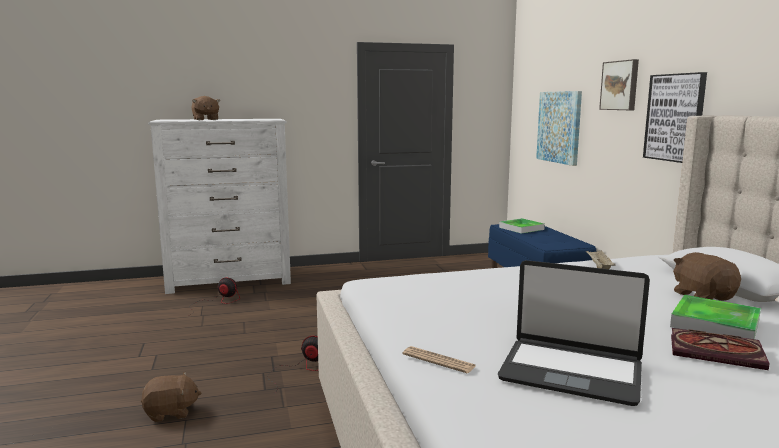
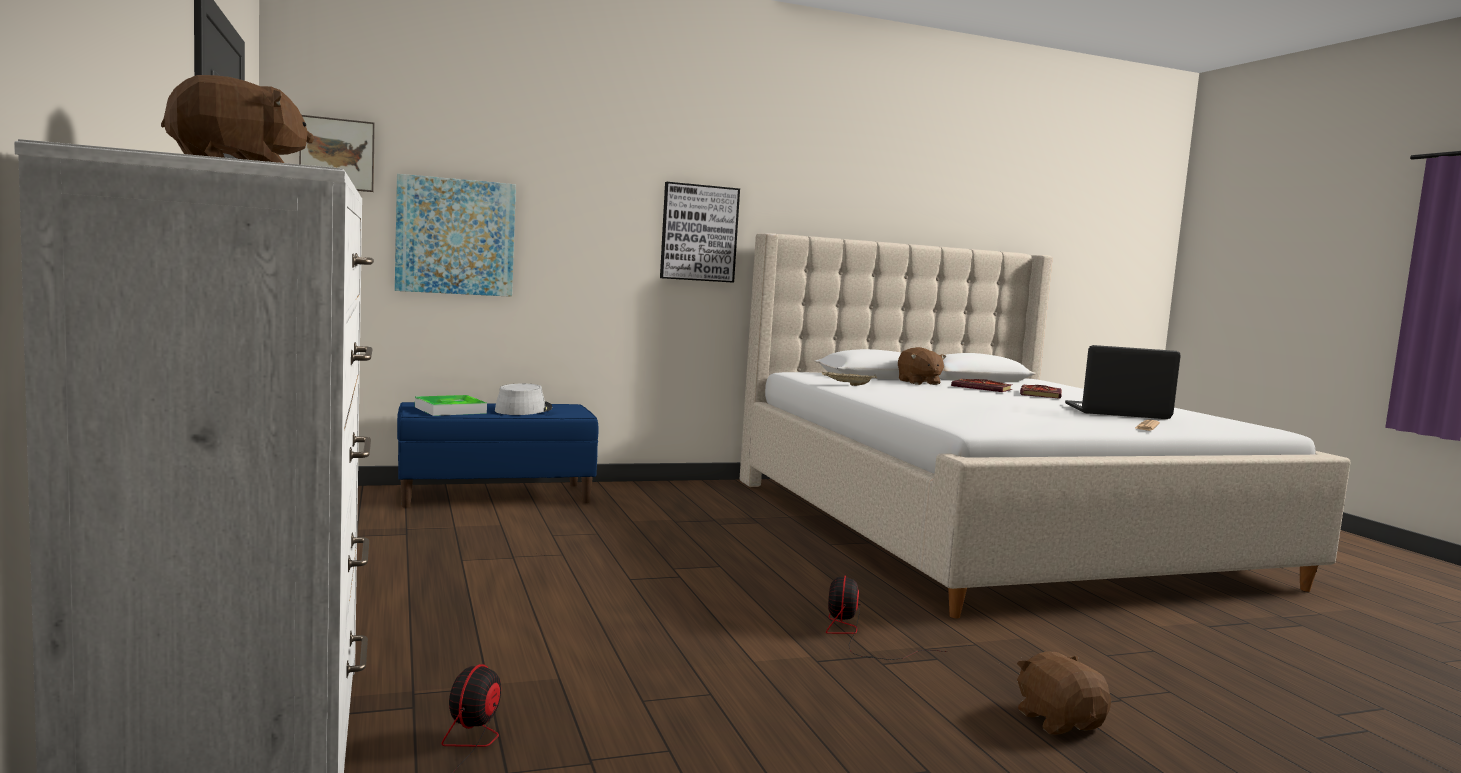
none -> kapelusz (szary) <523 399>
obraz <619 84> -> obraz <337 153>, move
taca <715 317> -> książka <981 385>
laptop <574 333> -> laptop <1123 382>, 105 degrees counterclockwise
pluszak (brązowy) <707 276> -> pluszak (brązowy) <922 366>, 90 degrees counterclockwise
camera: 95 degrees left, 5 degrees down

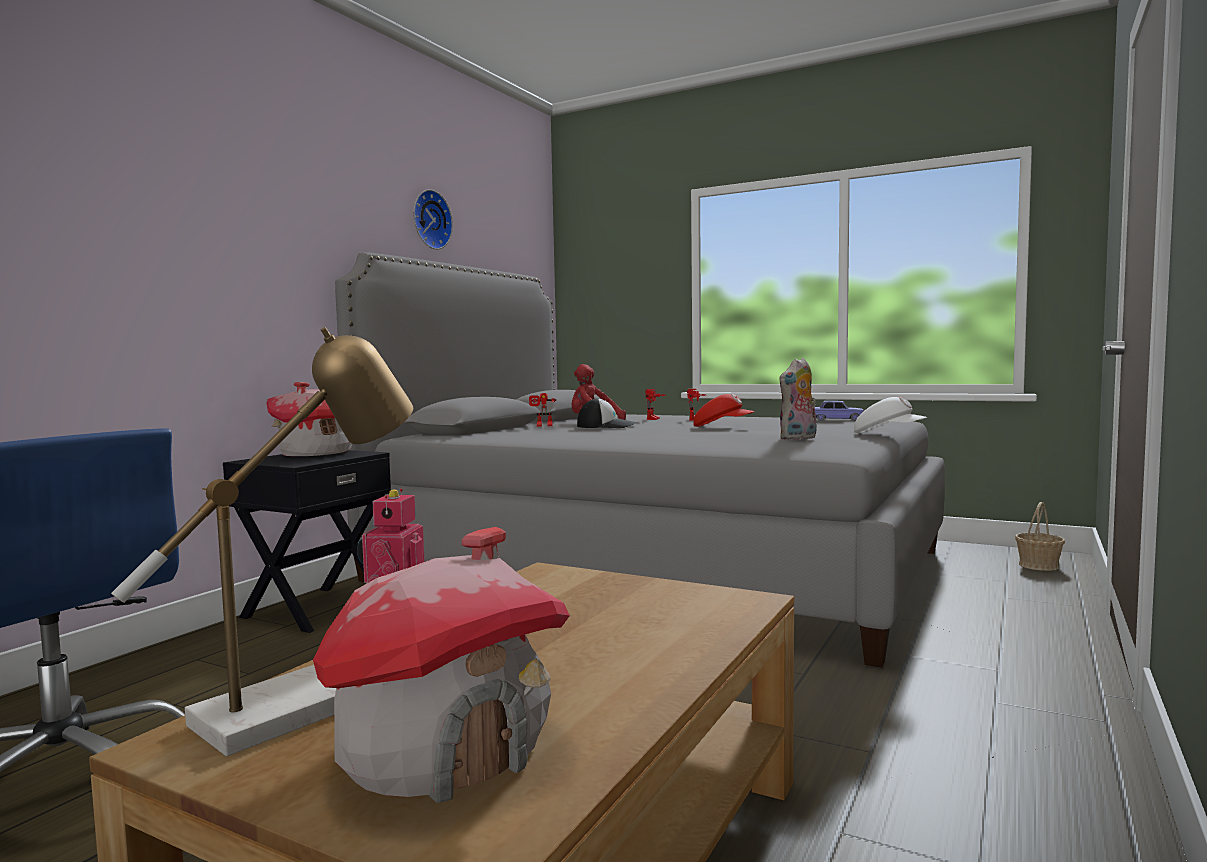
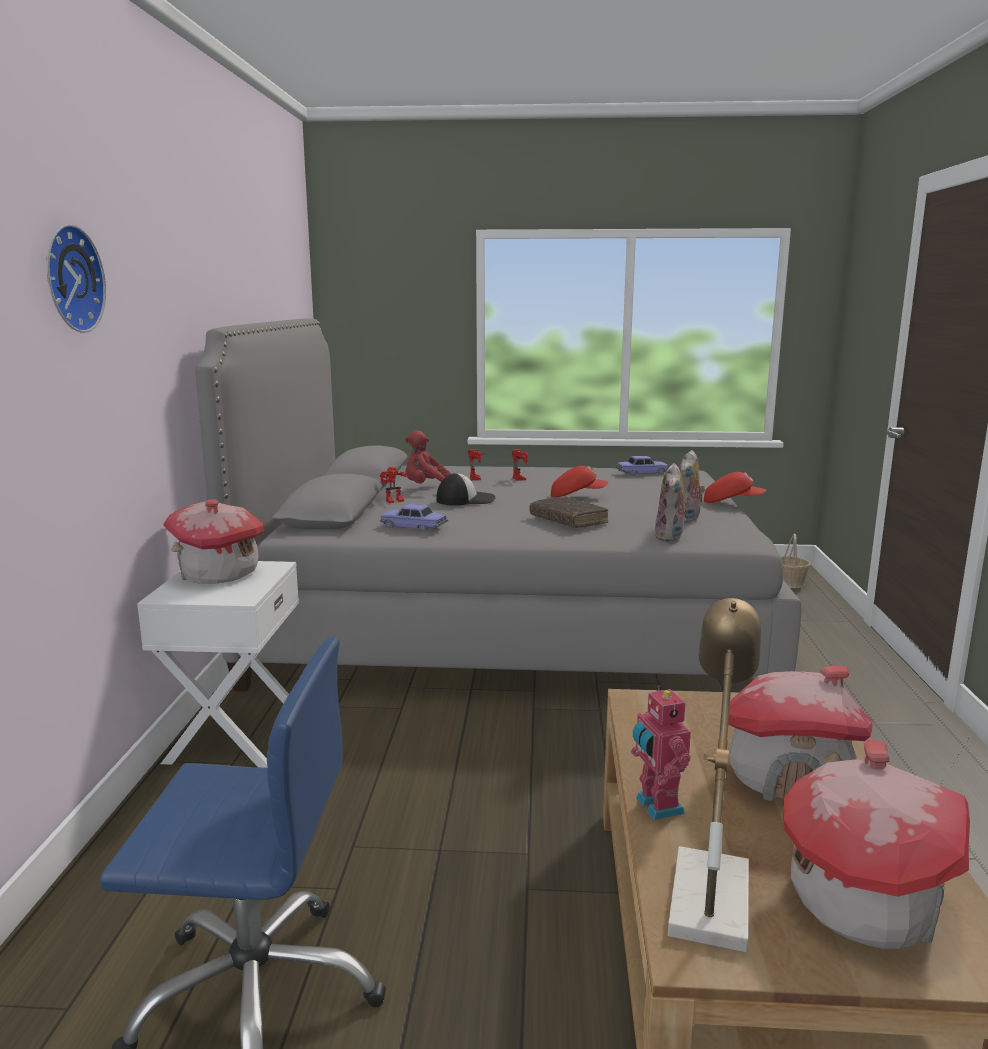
none -> samochodzik <414 518>
none -> książka (brązowy) <568 512>
none -> pluszak <672 502>
none -> domek <800 733>
zegar ścienny <433 219> -> zegar ścienny <76 278>, move
szafka nocna (czarny) <307 541> -> szafka nocna (biały) <218 664>
czapka z daszkiem (biały) <891 415> -> czapka z daszkiem (czerwony) <735 487>
camera: 25 degrees left, 10 degrees up

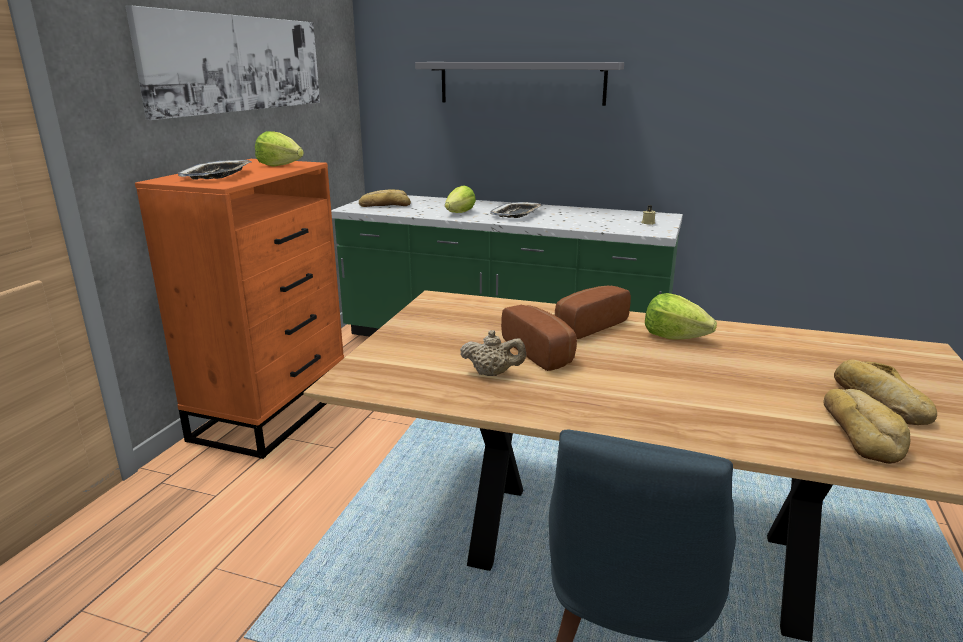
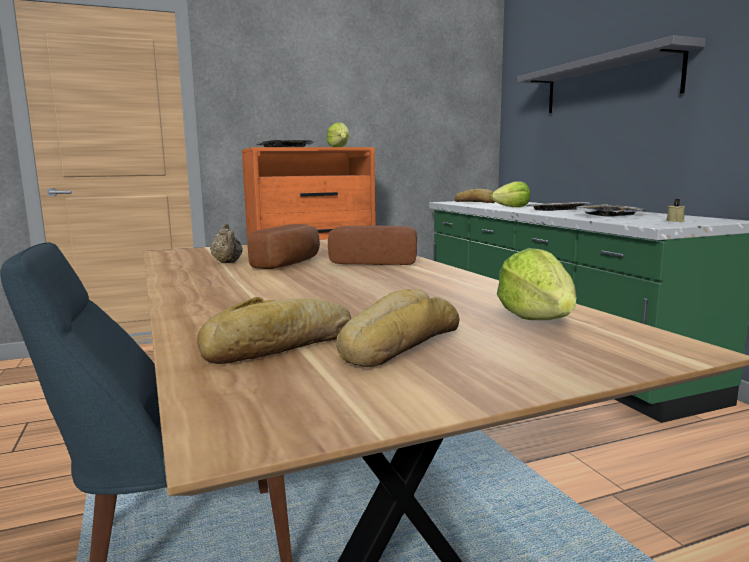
obraz <222 62> -> none
none -> taca <610 210>
sałata <681 316> -> sałata <536 284>, move
camera: 50 degrees right, 10 degrees down

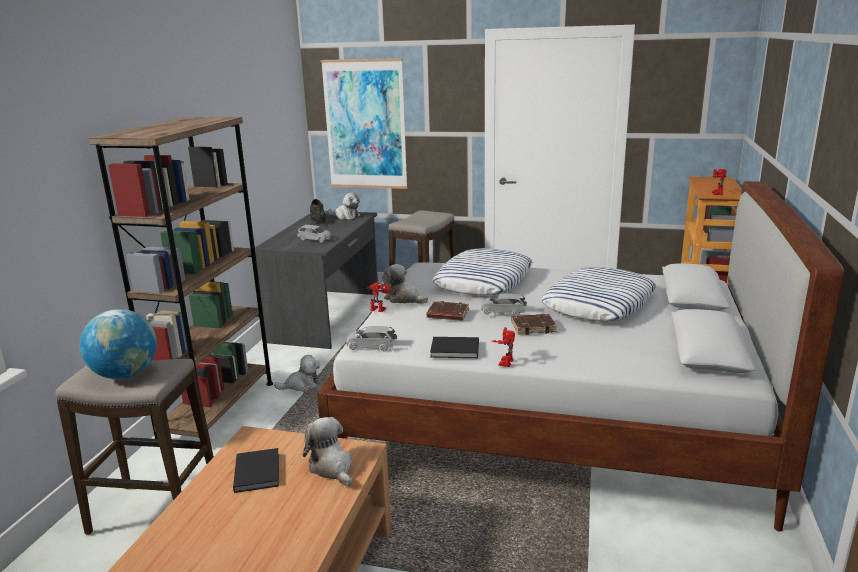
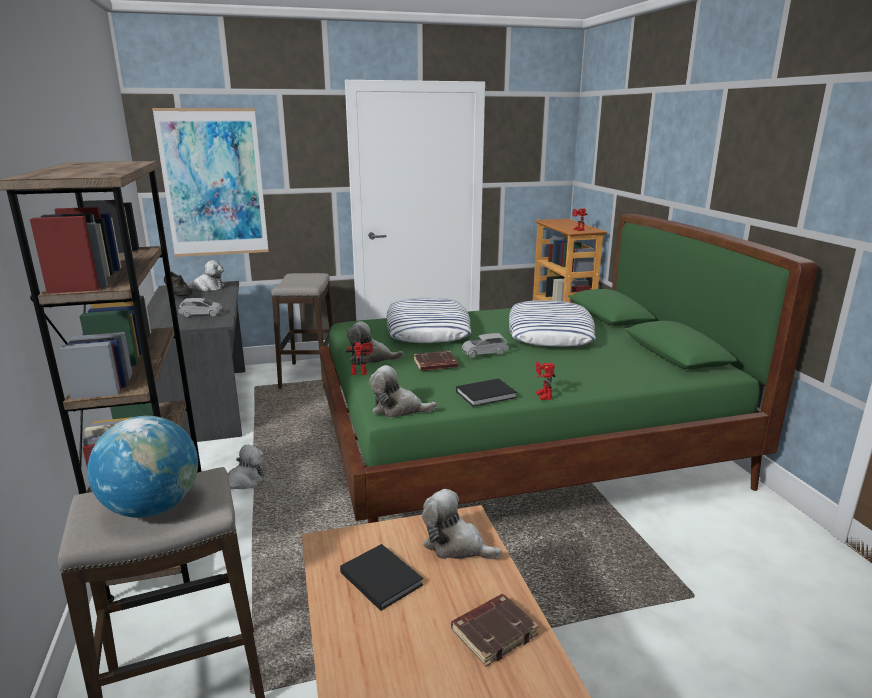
książka (brązowy) <534 324> -> książka (brązowy) <495 630>, move
samochodzik (szary) <371 338> -> pluszak <403 391>
łóżko (biały) <580 356> -> łóżko (zielony) <568 368>
camera: 30 degrees left, 0 degrees up

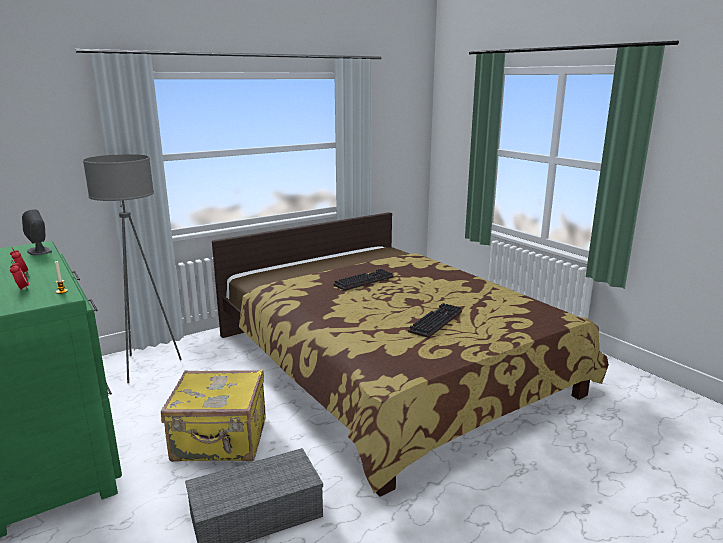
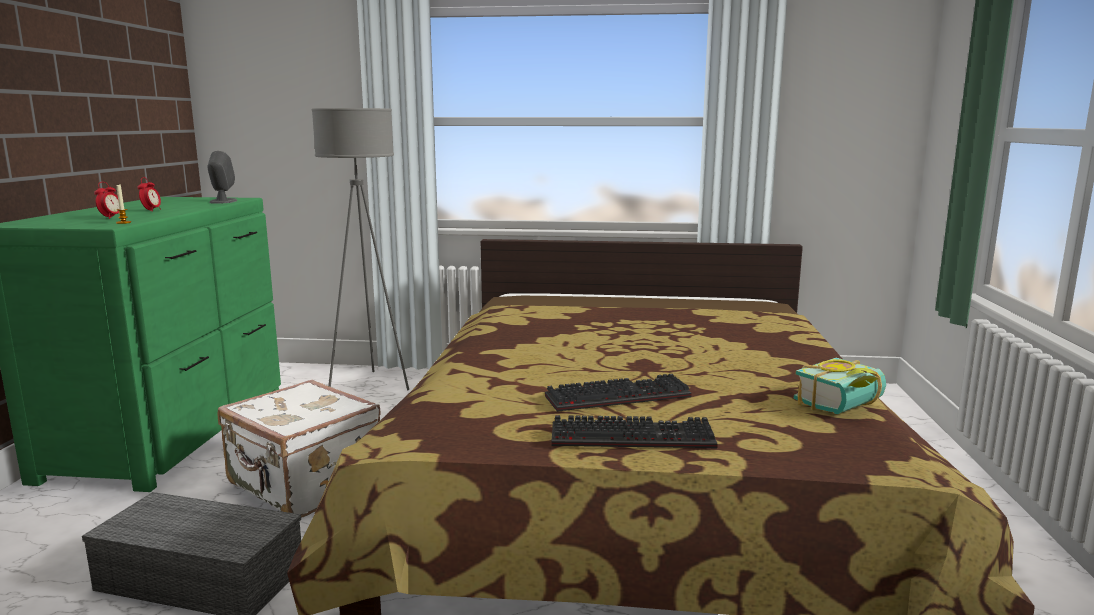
none -> książka <839 386>
klawiatura <363 280> -> klawiatura <635 432>, move
walizka (żółty) <213 416> -> walizka (biały) <299 449>
camera: 40 degrees right, 5 degrees down

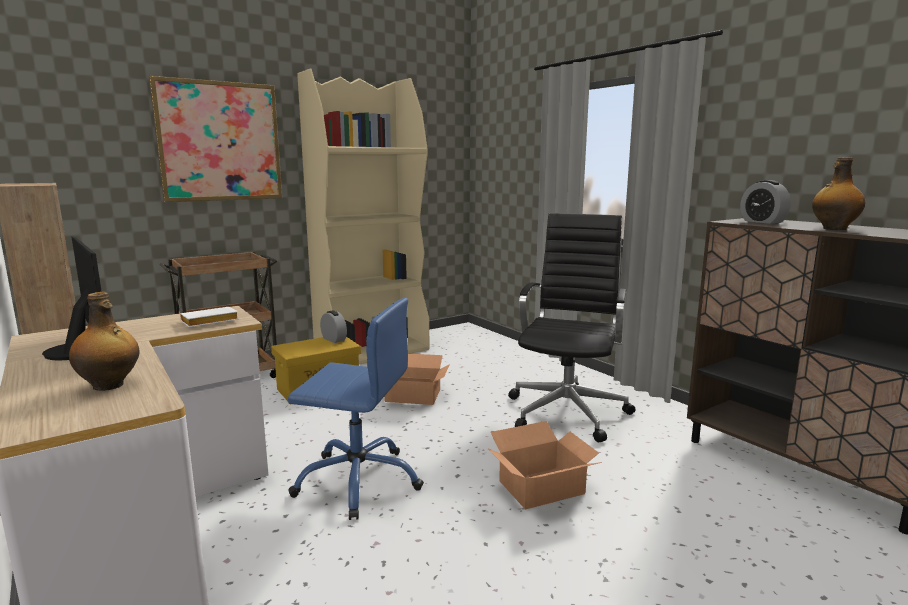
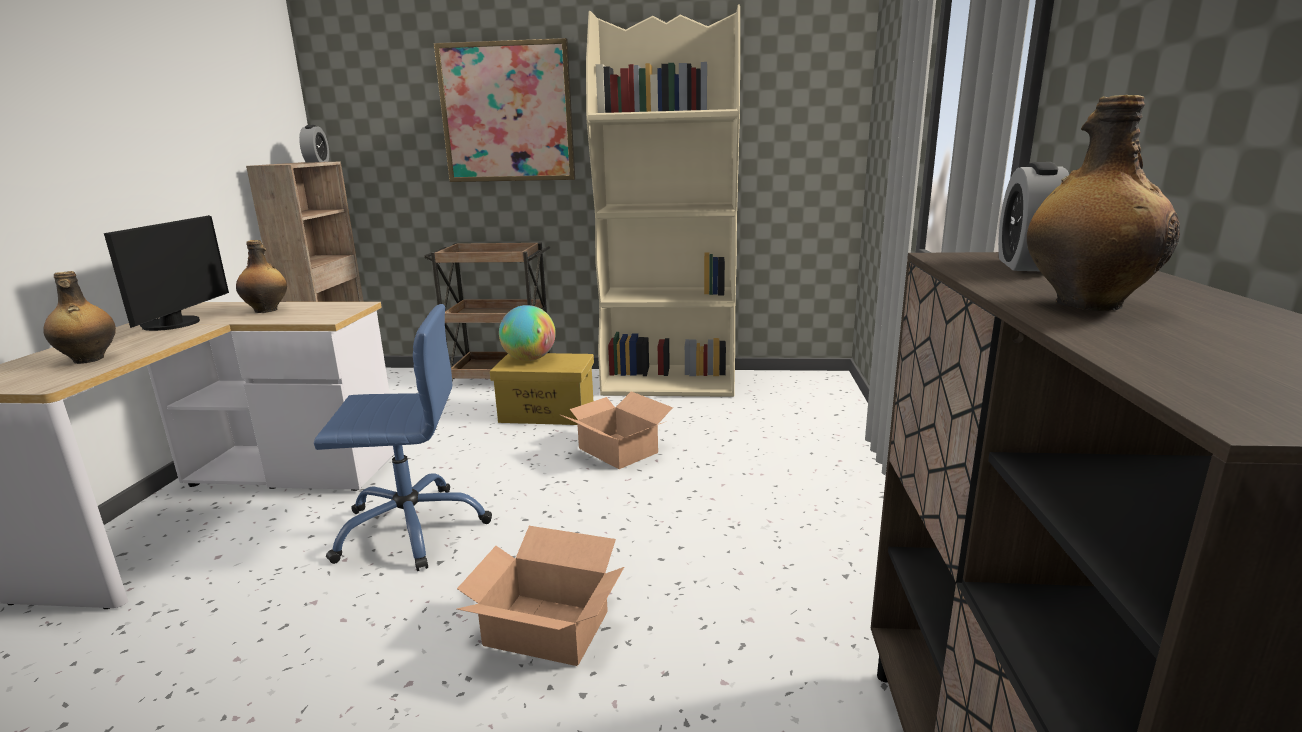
książka (biały) <209 317> -> none
krzesło biurowe (czarny) <571 327> -> none
none -> butelka <261 276>
none -> globus <527 333>
budzik <333 326> -> budzik <314 144>, move
krzesło biurowe (niebieski) <356 409> -> krzesło biurowe (niebieski) <403 437>, 60 degrees counterclockwise
camera: 40 degrees right, 5 degrees up

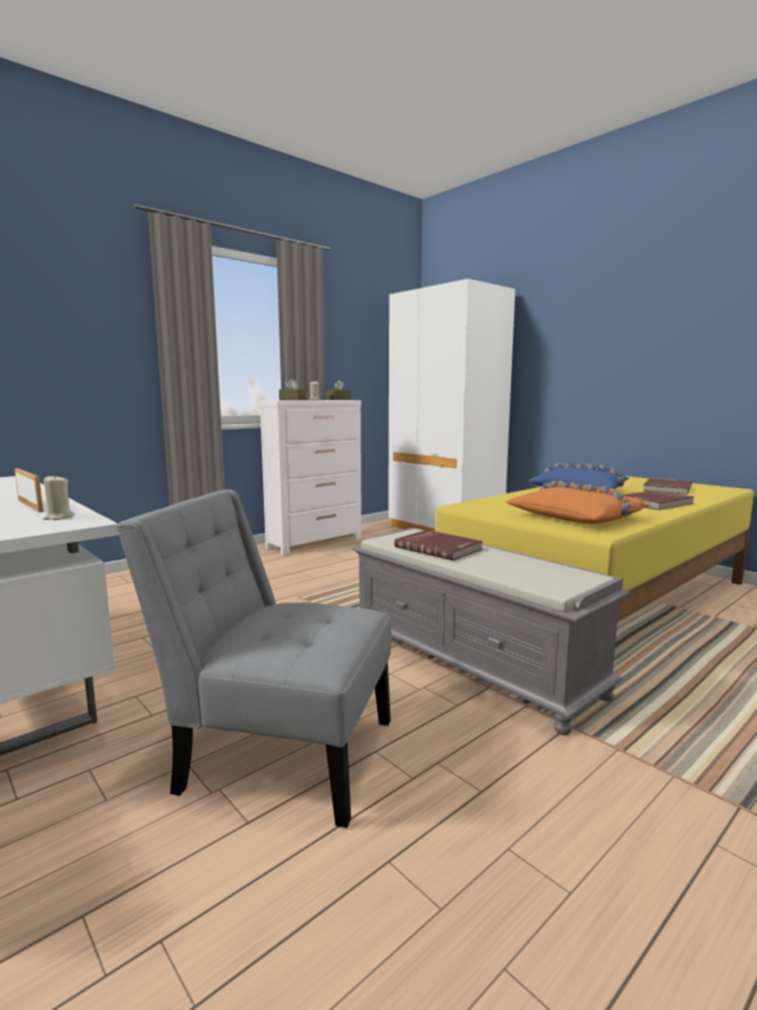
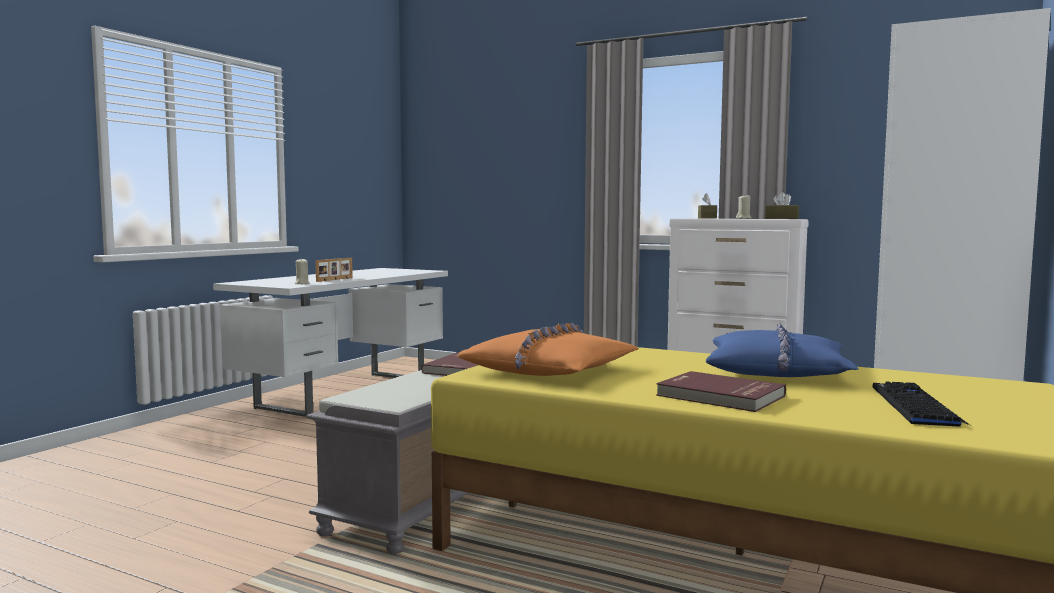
krzesło (szary) <253 658> -> none
książka (czerwony) <667 486> -> klawiatura <921 404>
camera: 70 degrees right, 5 degrees down

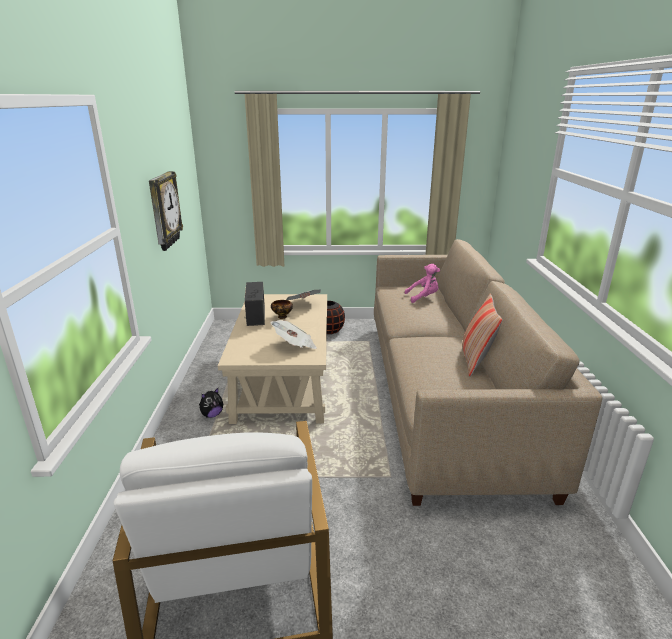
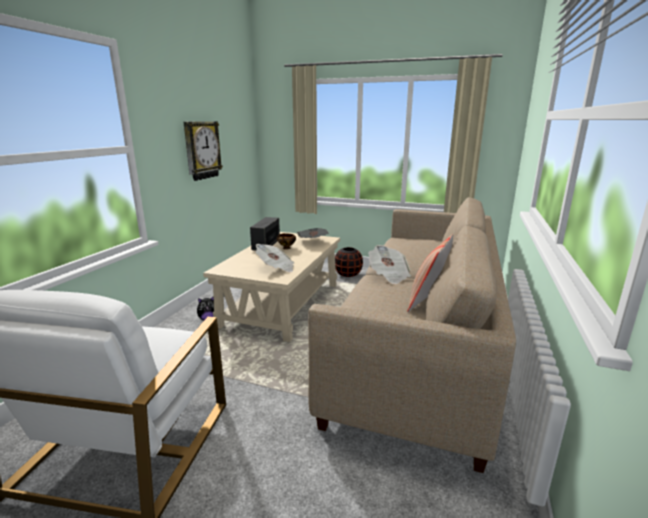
pluszak (różowy) <422 283> -> none
none -> gazeta <389 264>
camera: 20 degrees right, 5 degrees down

